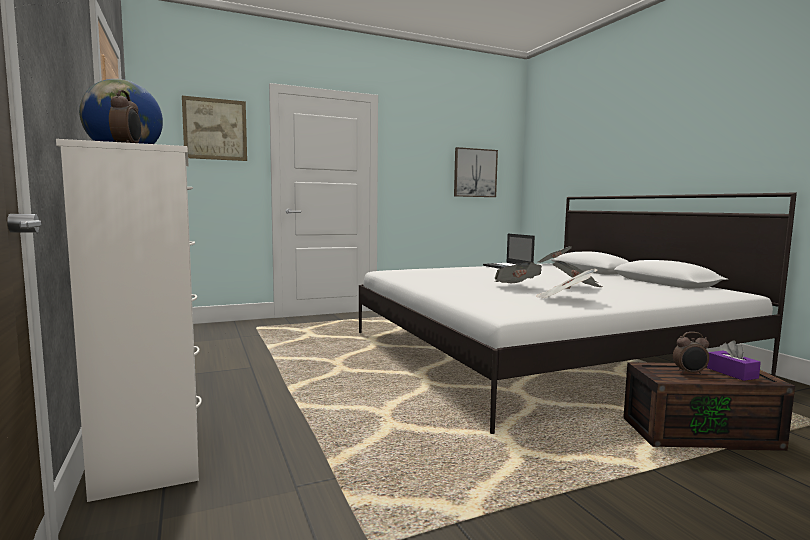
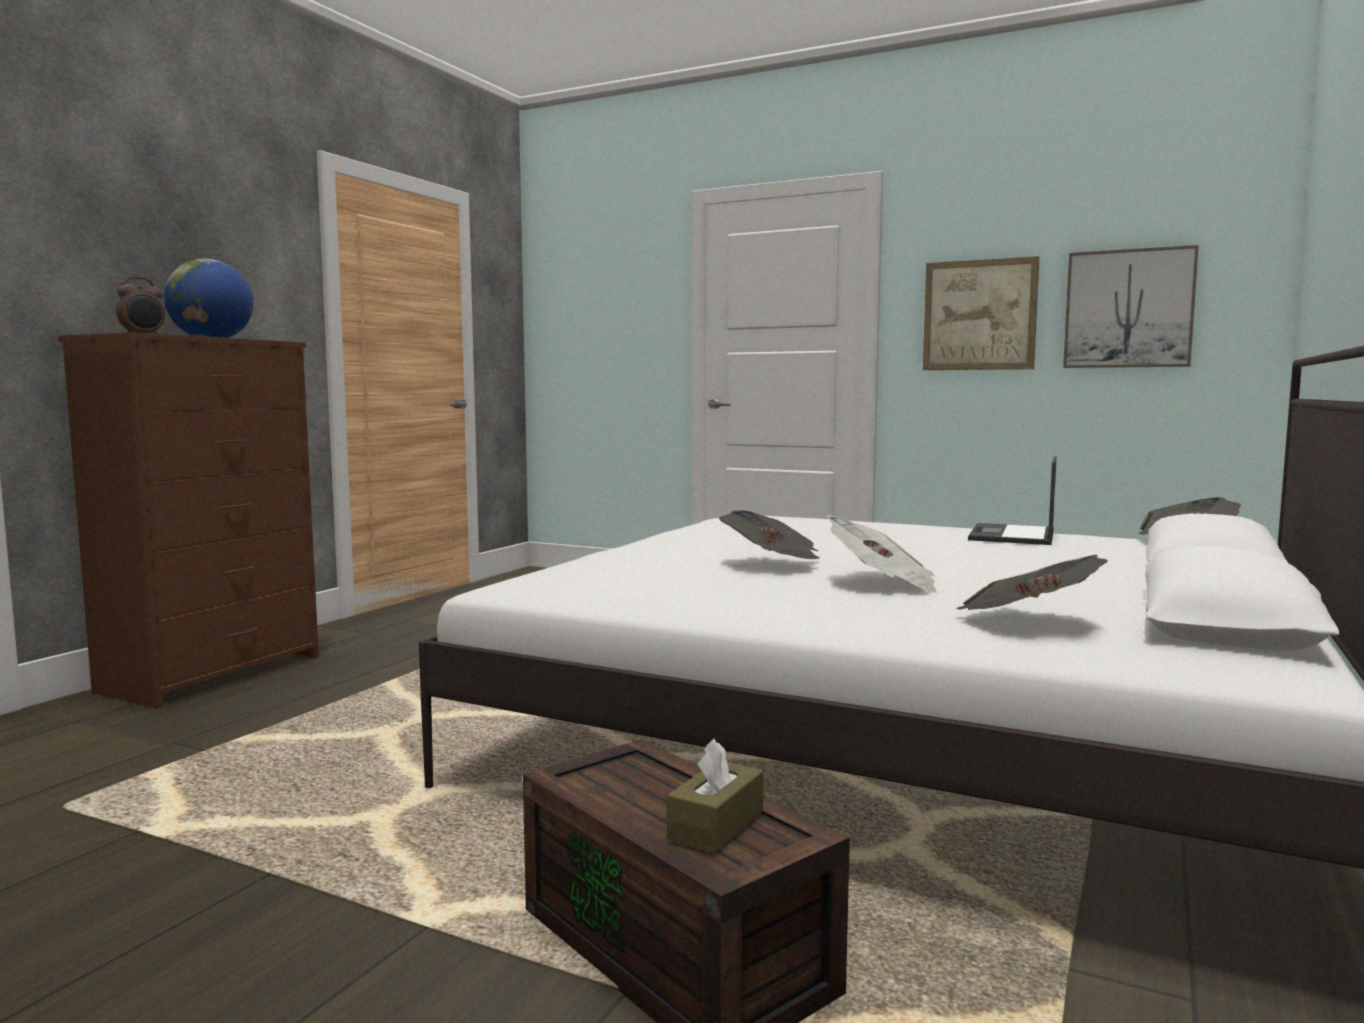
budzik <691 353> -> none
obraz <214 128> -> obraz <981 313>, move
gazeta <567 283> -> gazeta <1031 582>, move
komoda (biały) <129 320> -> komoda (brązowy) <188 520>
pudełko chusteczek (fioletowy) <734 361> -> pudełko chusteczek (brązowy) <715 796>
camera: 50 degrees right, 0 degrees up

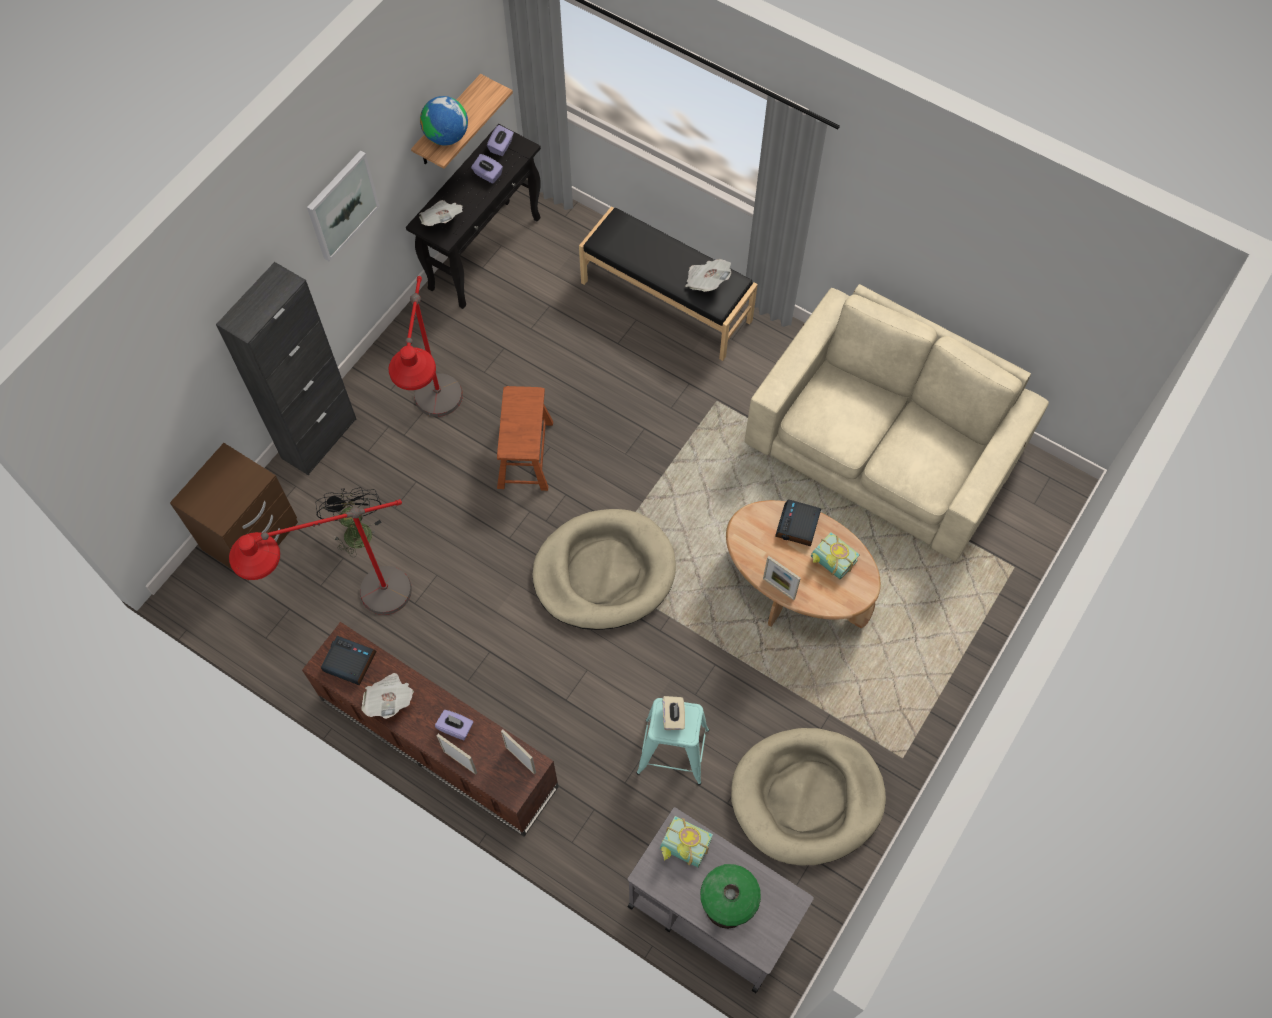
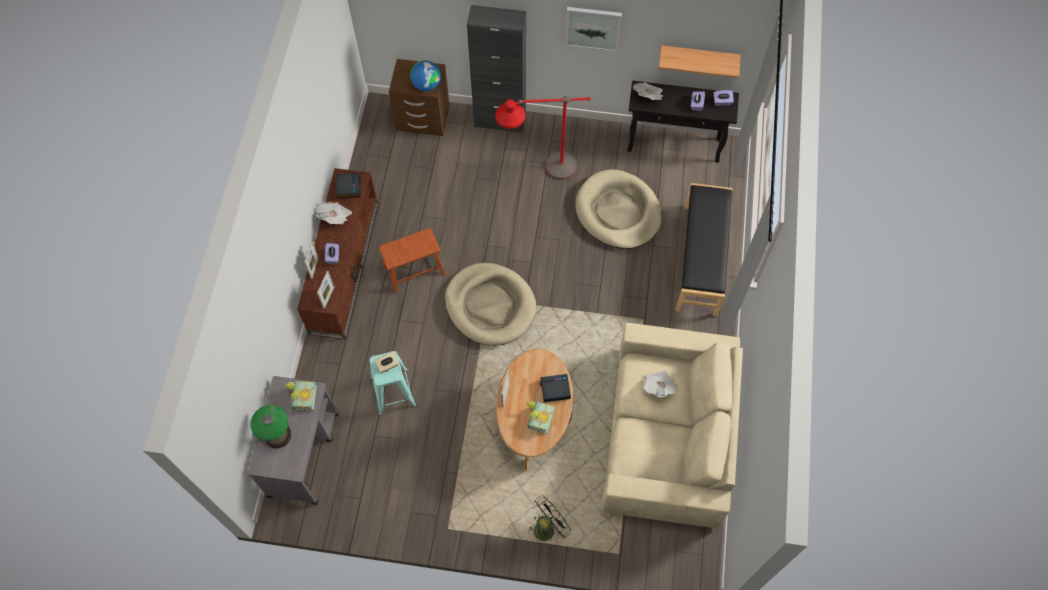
lampa stojąca (czerwony) <320 557> -> none
wentylator (czarny) <348 522> -> wentylator (czarny) <549 518>, move
globus <444 120> -> globus <425 75>, move
stołek (brązowy) <525 438> -> stołek (brązowy) <412 260>, move
gazeta <708 275> -> gazeta <660 384>, move
legowisko (beżowy) <808 797> -> legowisko (beżowy) <618 209>, move
camera: 65 degrees right, 0 degrees up

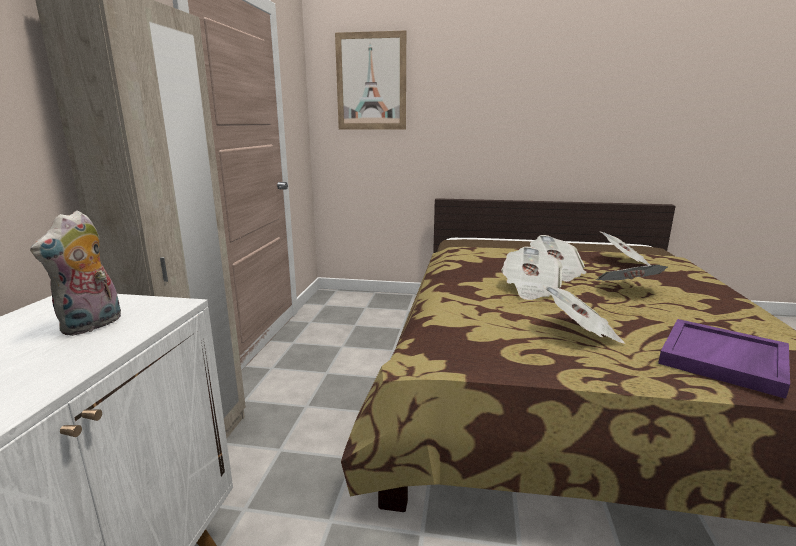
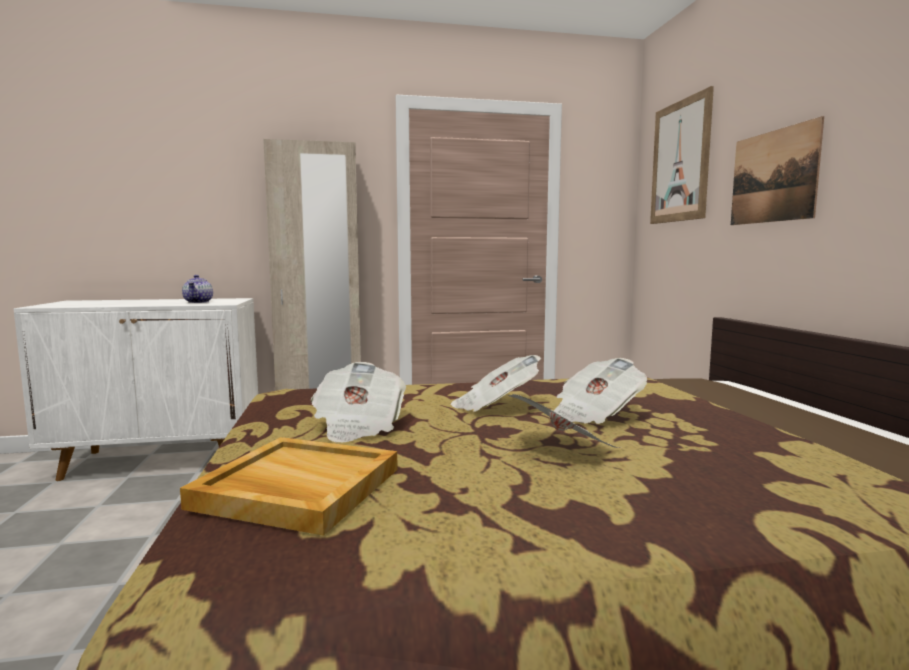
gazeta <625 248> -> none
none -> obraz <777 170>
pluszak <75 273> -> imbryk <197 289>
taca (fioletowy) <724 359> -> taca (beżowy) <289 486>
camera: 70 degrees right, 10 degrees down

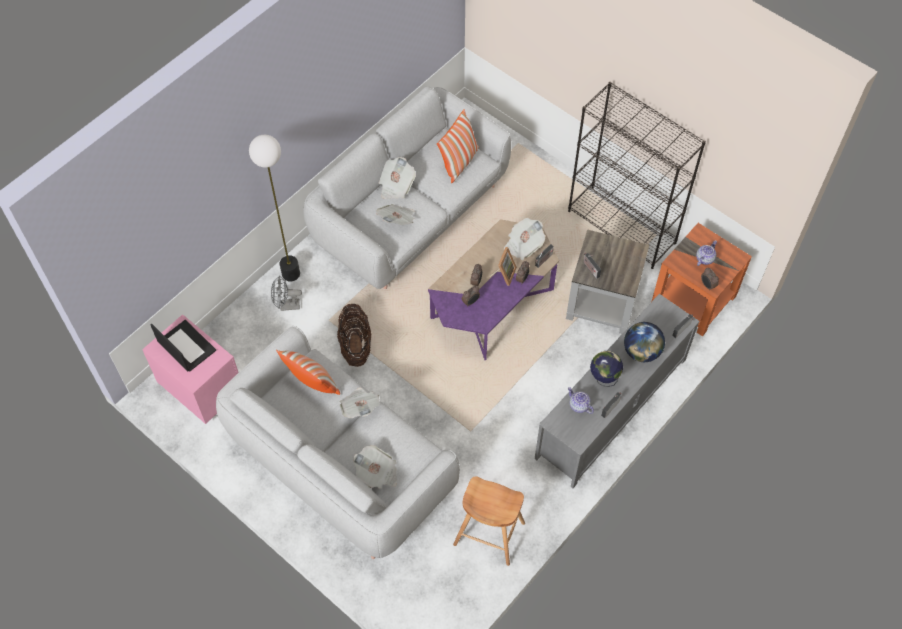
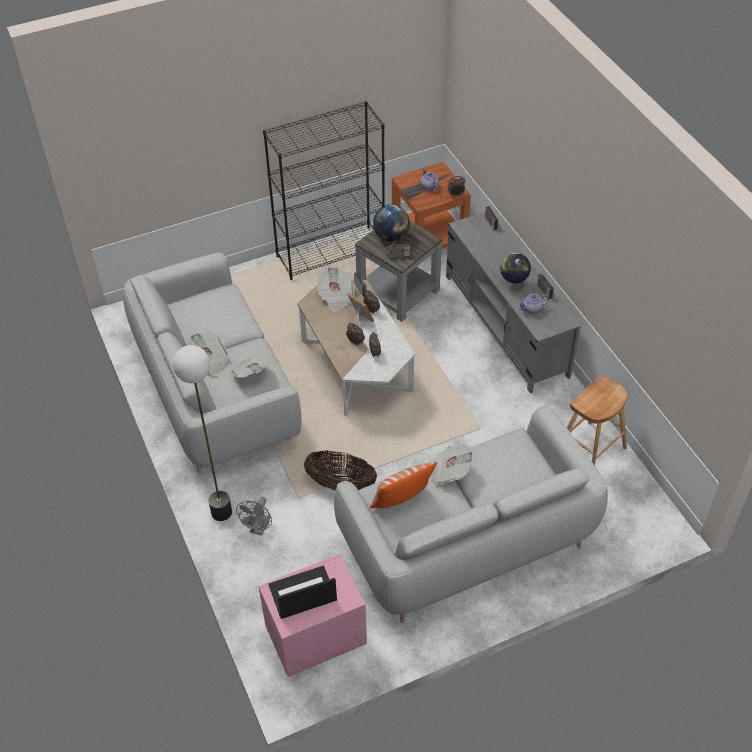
gazeta <375 467> -> none
poduszka <458 146> -> none
globus <644 342> -> globus <391 223>, move
ława (fioletowy) <493 289> -> ława (biały) <356 348>
camera: 65 degrees left, 10 degrees down

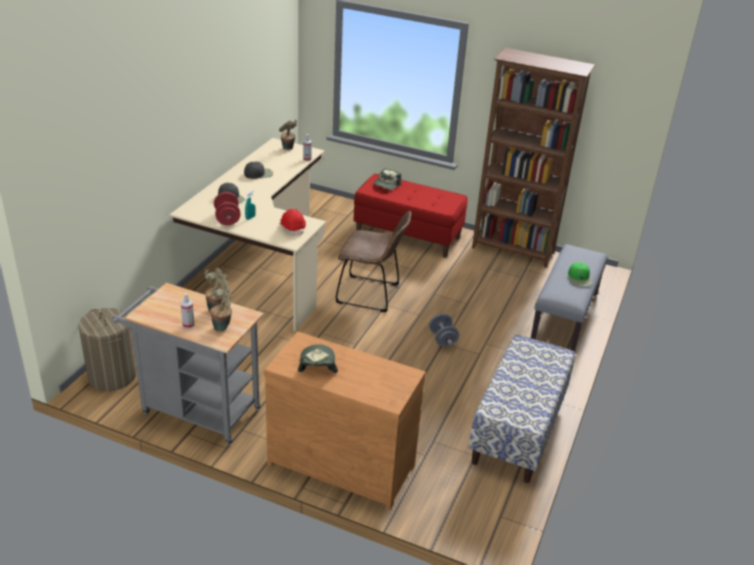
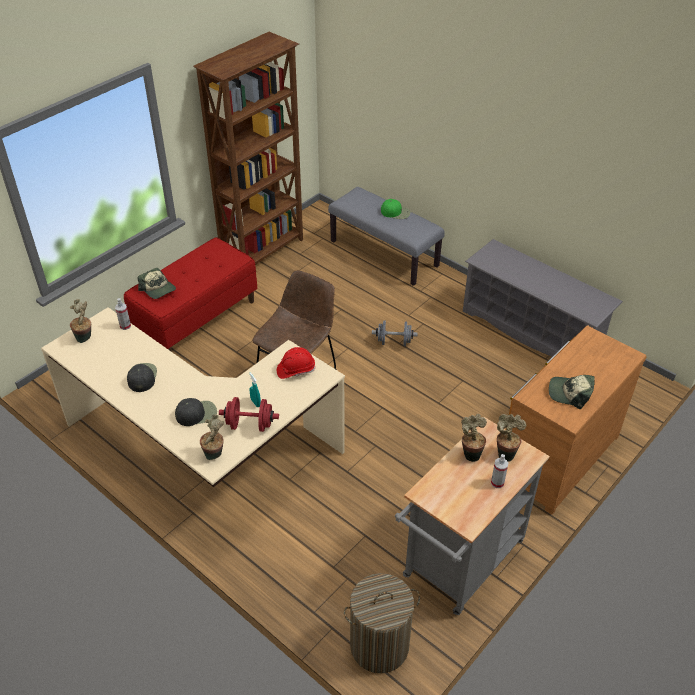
none -> roślina doniczkowa <212 437>
ławka <522 408> -> regał na buty (szary) <543 298>
camera: 70 degrees left, 10 degrees up

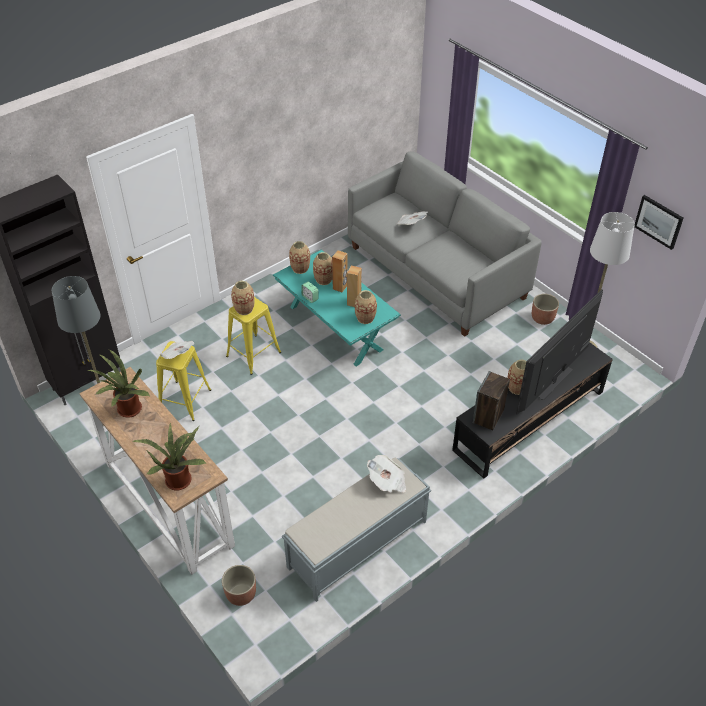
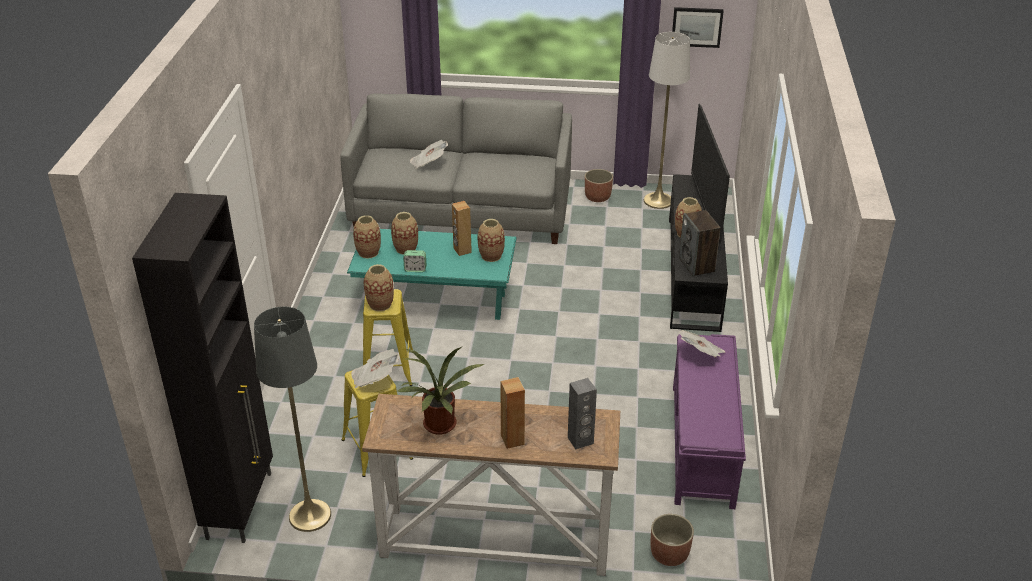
głośnik (brązowy) <340 271> -> głośnik (brązowy) <512 413>, move
roślina doniczkowa <169 456> -> głośnik (szary) <582 413>
ławka (szary) <356 530> -> ławka (fioletowy) <709 421>
camera: 45 degrees left, 10 degrees down

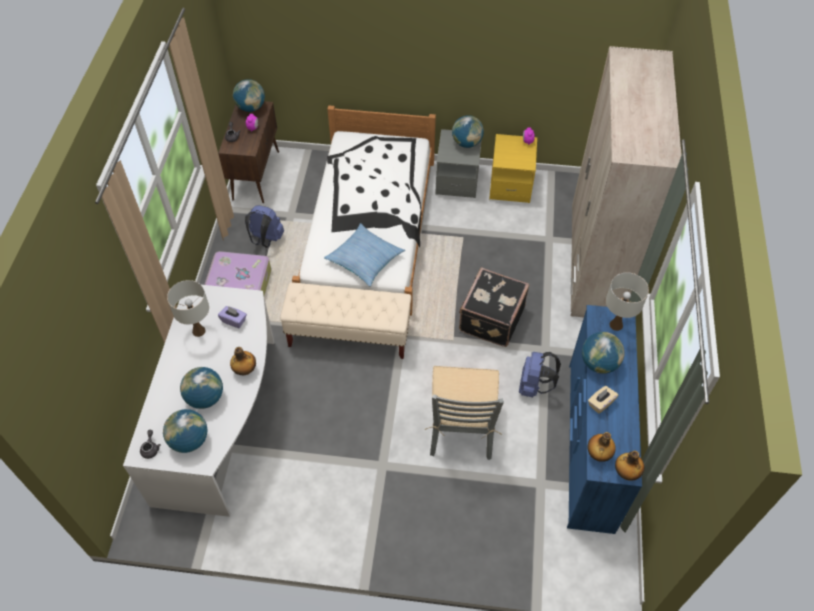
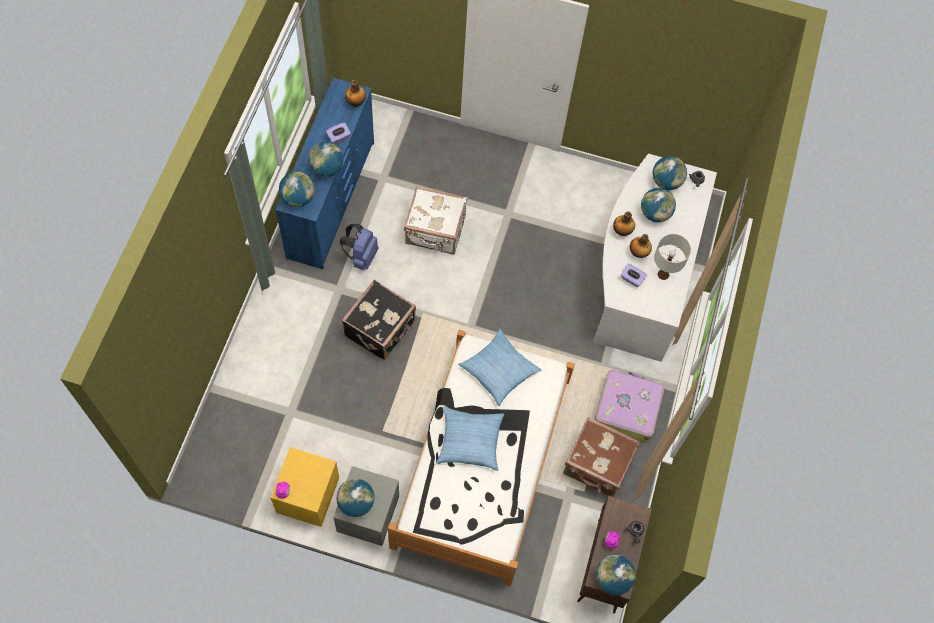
ławka (beżowy) <345 320> -> none
szafa (beżowy) <626 181> -> none
none -> poduszka <470 439>
butelka <629 466> -> butelka <641 246>, move
plecak (niebieski) <264 226> -> walizka (brązowy) <601 457>
krzesło (szary) <464 413> -> walizka (biały) <435 220>
lampa stołowa (biały) <627 302> -> globus <297 189>
pudełko chusteczek (beżowy) <603 400> -> pudełko chusteczek (fioletowy) <338 133>
camera: 175 degrees left, 10 degrees up

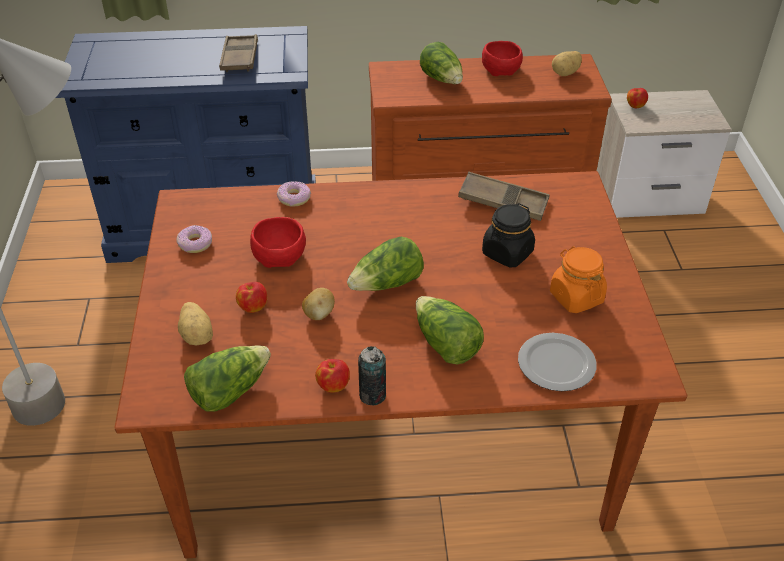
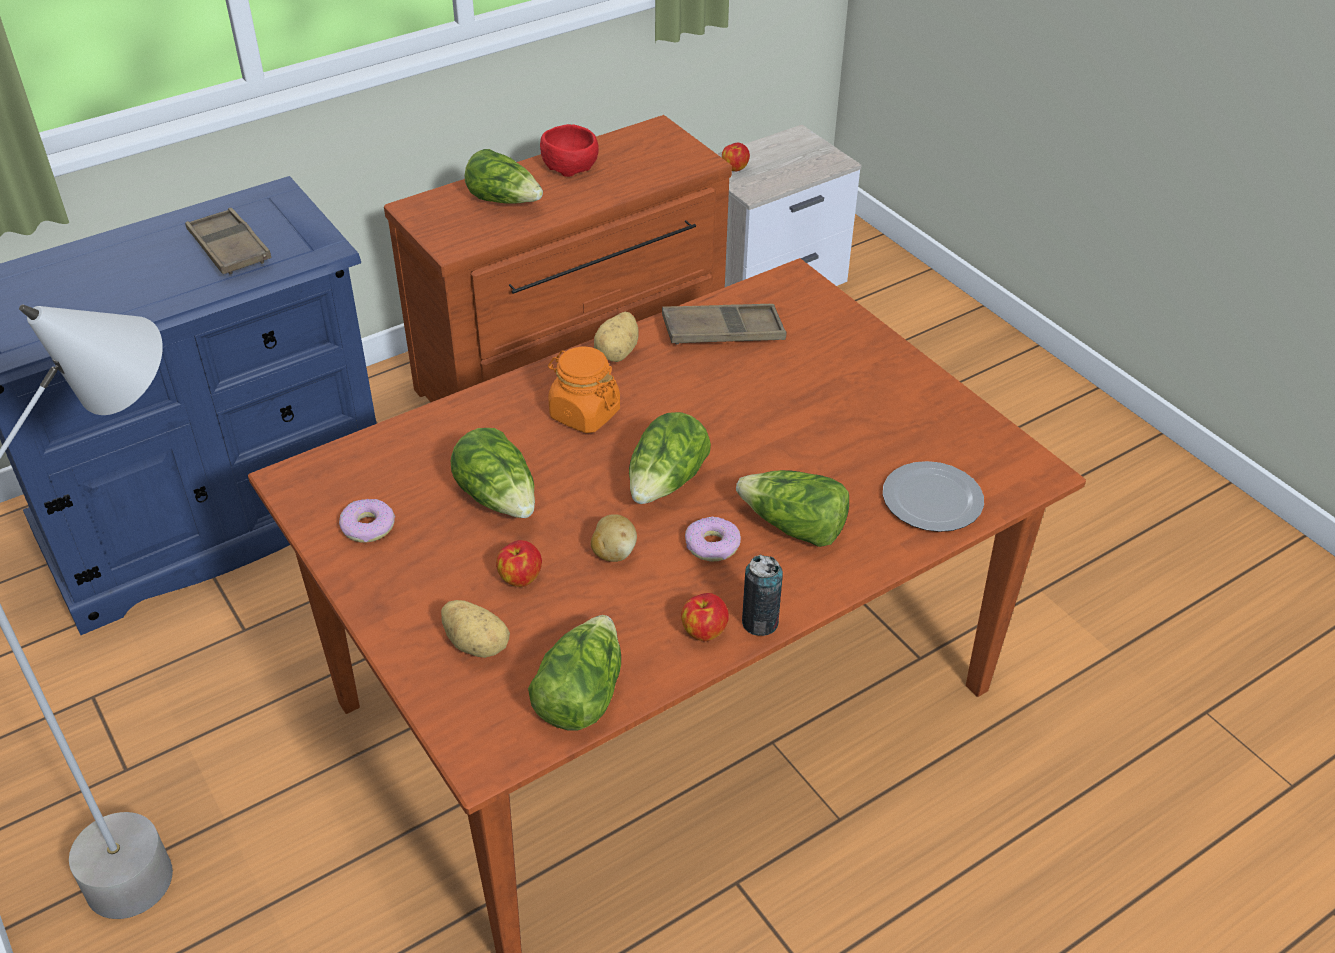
słoik (czarny) <508 235> -> none
donut <294 193> -> donut <713 539>, move
słoik (pomarańczowy) <578 279> -> słoik (pomarańczowy) <584 389>, move
ziemniak <567 63> -> ziemniak <616 337>, move
miska (czerwony) <278 242> -> sałata <493 473>
camera: 30 degrees left, 0 degrees up

